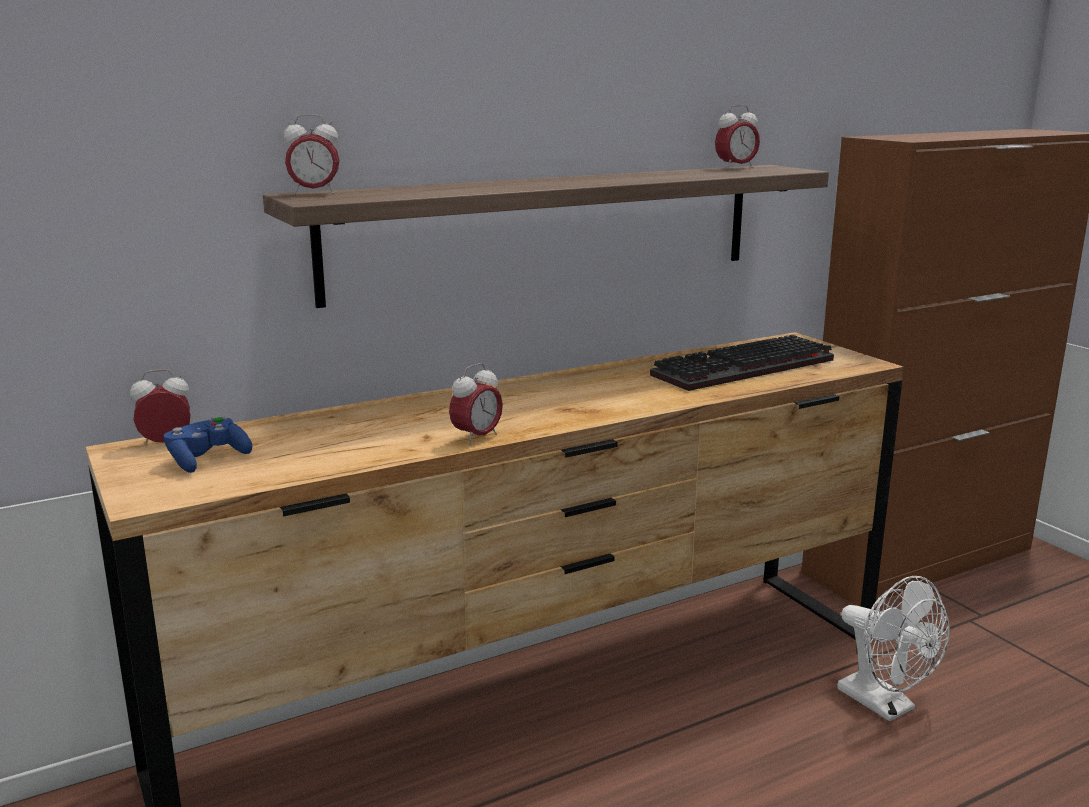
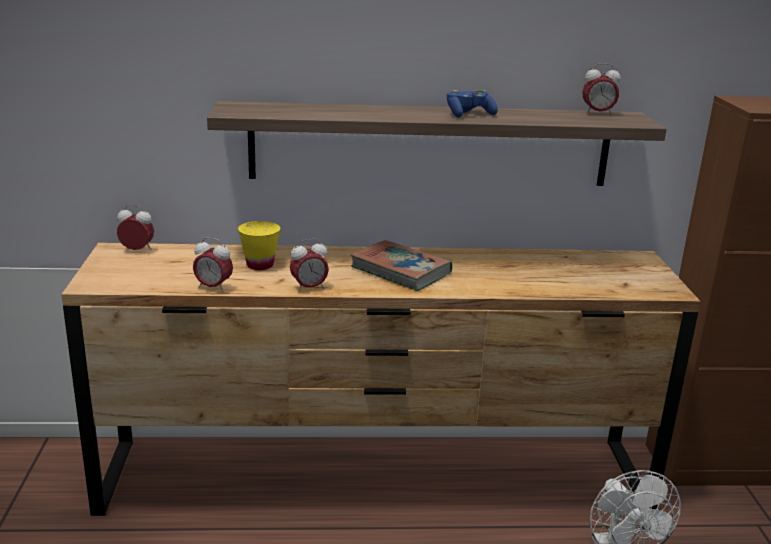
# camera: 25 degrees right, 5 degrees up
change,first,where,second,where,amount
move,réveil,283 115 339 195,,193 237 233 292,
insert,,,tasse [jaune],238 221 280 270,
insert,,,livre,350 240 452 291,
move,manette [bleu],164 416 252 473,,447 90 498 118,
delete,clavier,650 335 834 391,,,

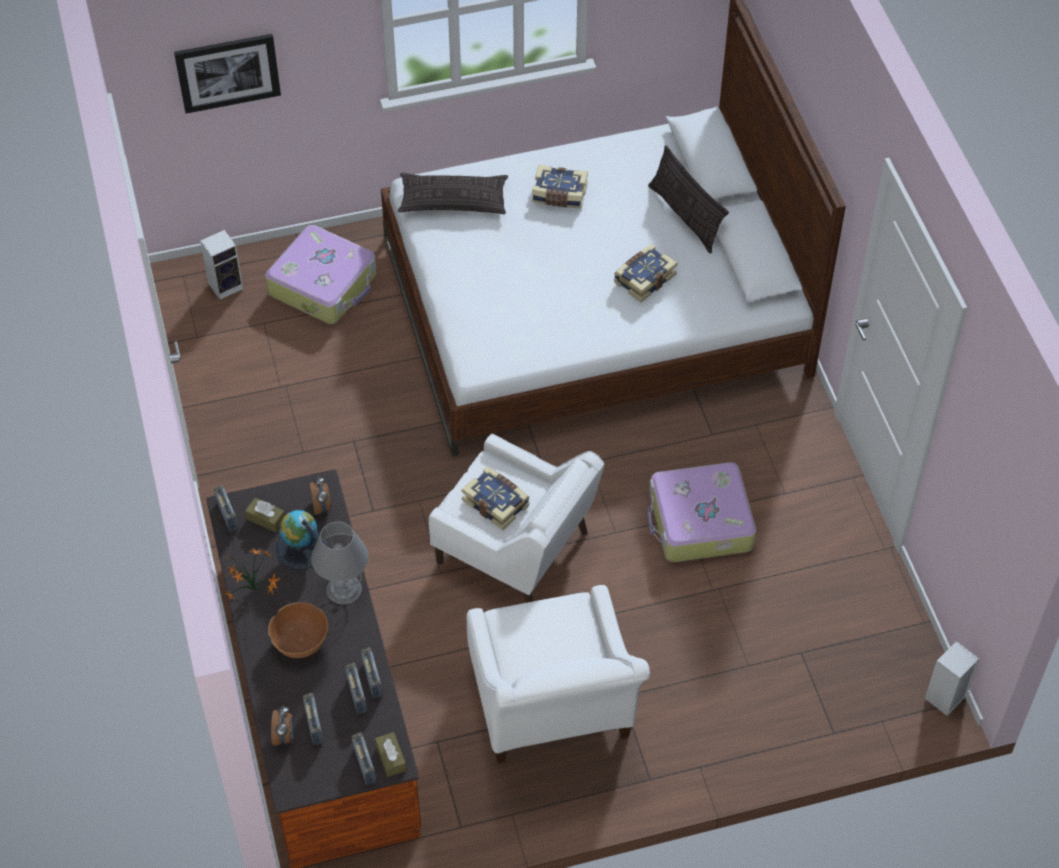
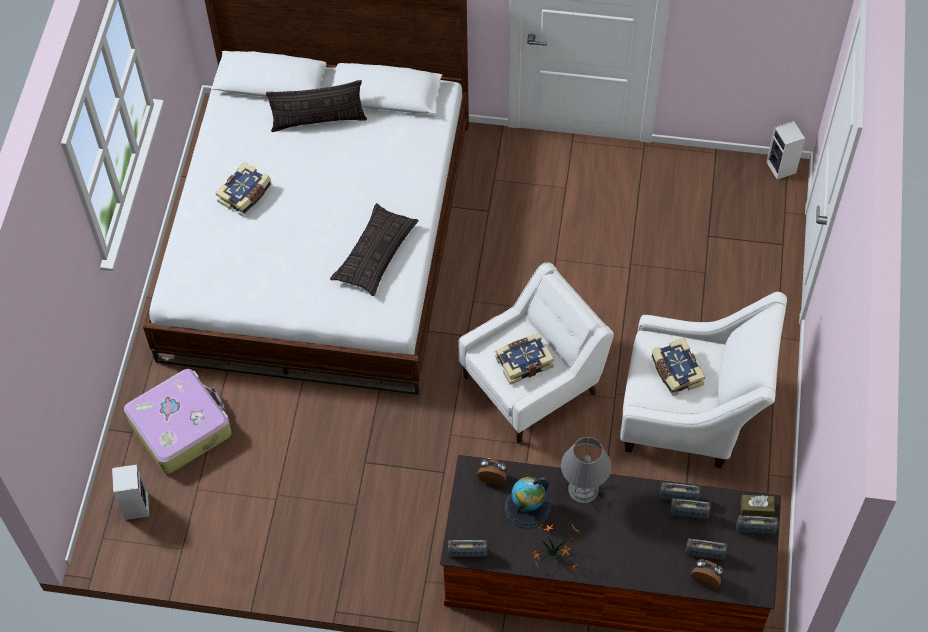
# camera: 65 degrees left, 5 degrees up
change,first,where,second,where,amount
move,coussin,398 173 508 214,,330 203 419 296,
move,livre,614 244 677 303,,651 338 705 396,
delete,tableau,174 34 281 114,,,
delete,boîte à mouchoirs [marron],245 498 285 532,,,
delete,bol [marron],268 602 328 658,,,
delete,valise,648 462 756 562,,,

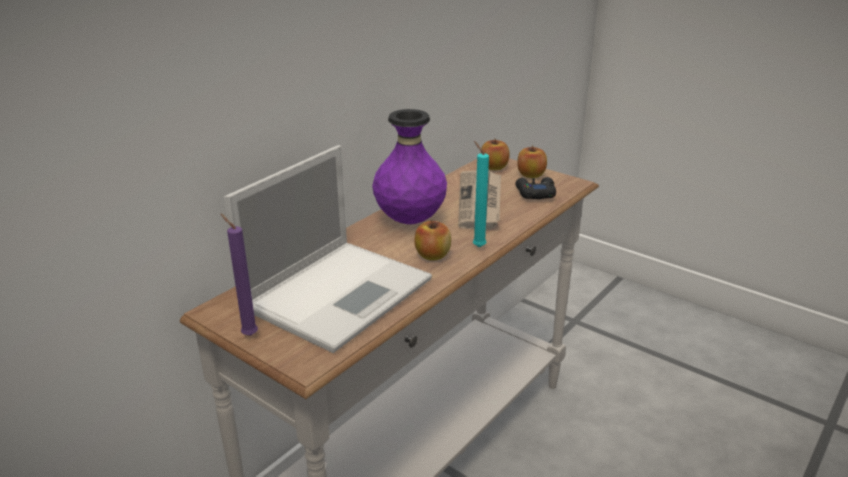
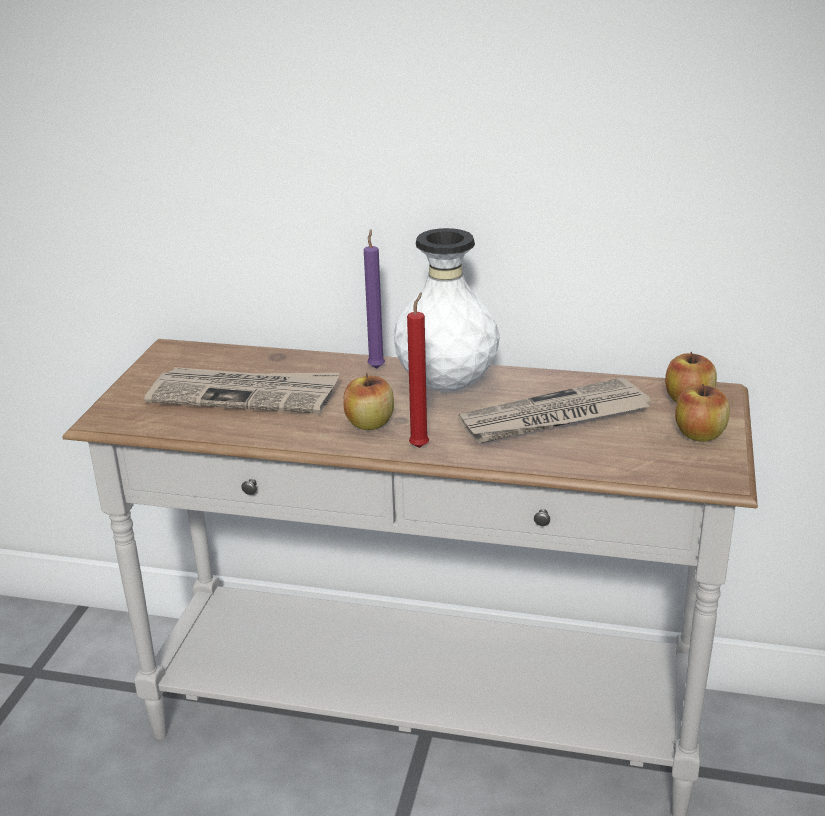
# camera: 65 degrees right, 0 degrees up
change,first,where,second,where,amount
replace,ordinateur portable,224 145 432 353,journal,144 367 340 414,
move,bougie [violet],220 214 258 336,,364 229 385 369,
recolor,vase [violet],372 109 447 224,vase [blanc],393 228 500 392,
recolor,bougie [turquoise],473 141 489 247,bougie [rouge],407 292 429 448,
delete,manette [noir],515 177 556 199,,,

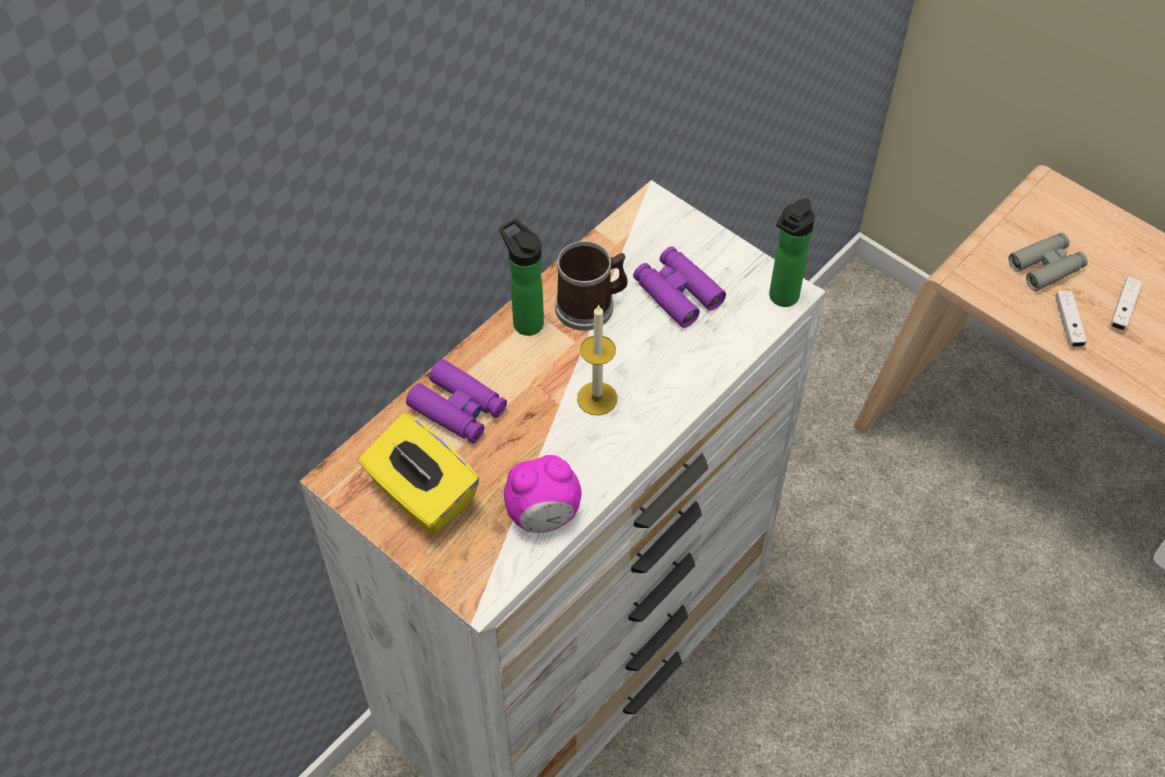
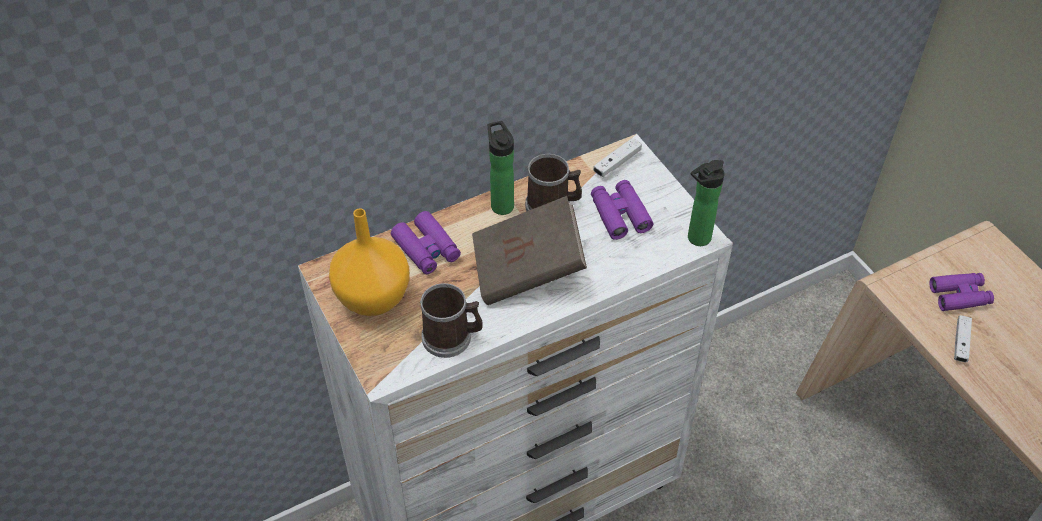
# camera: 20 degrees right, 5 degrees down
change,first,where,second,where,amount
replace,boîte à mouchoirs [jaune],359 413 480 534,vase [orange],329 208 410 316,
replace,réveil,504 455 582 533,mug,420 283 483 358,
replace,bougie,577 304 617 416,livre [marron],472 196 587 305,
move,manette [blanc],1110 276 1142 331,,593 138 642 177,
recolor,jumelles [gris],1008 233 1088 291,jumelles [violet],929 273 994 311,

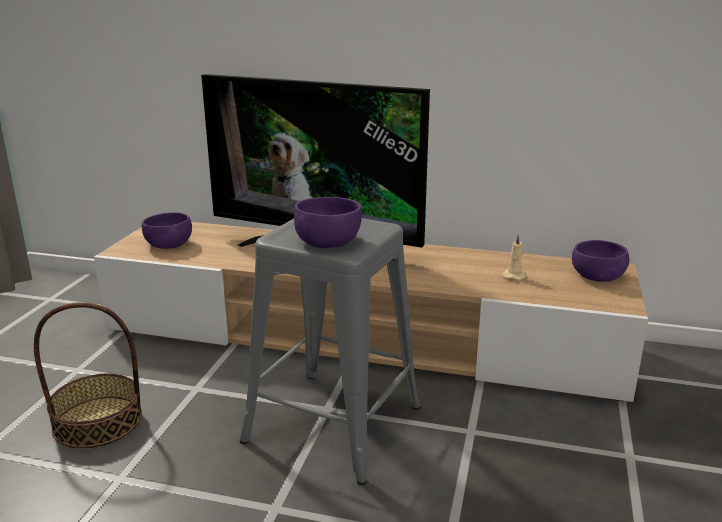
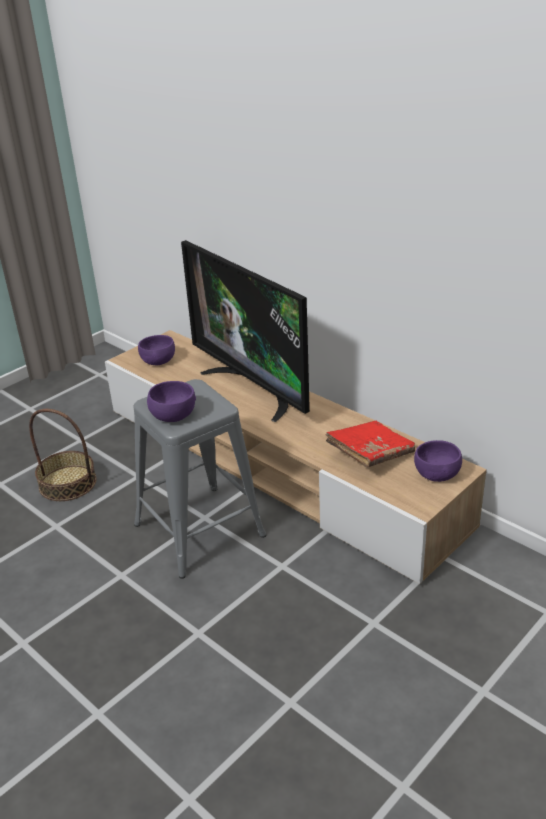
# camera: 30 degrees right, 10 degrees up
change,first,where,second,where,amount
replace,bougie [beige],502 234 526 280,livre [rouge],326 421 415 467,

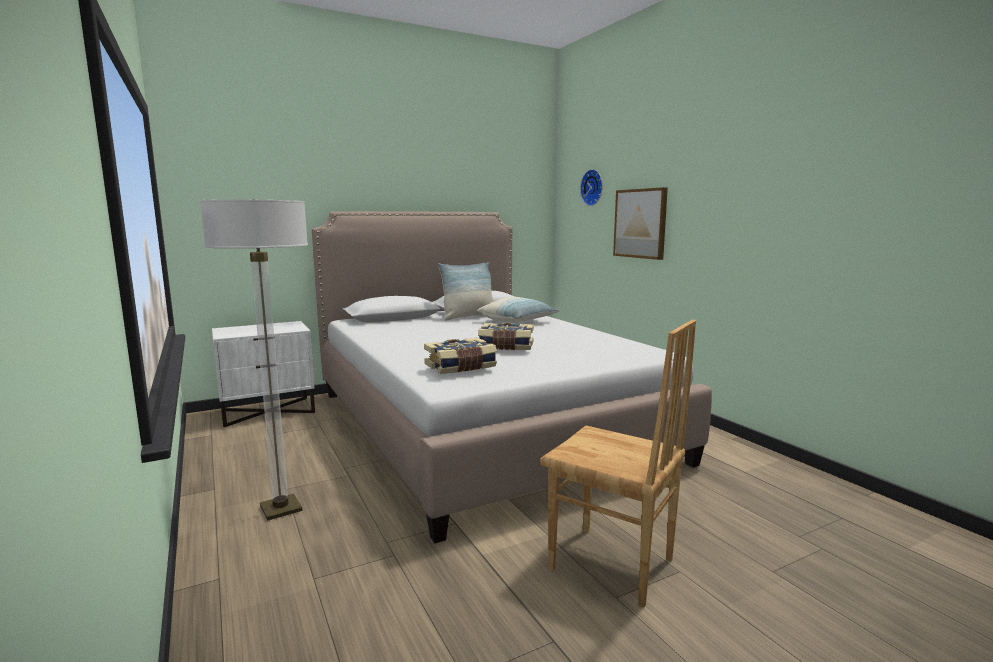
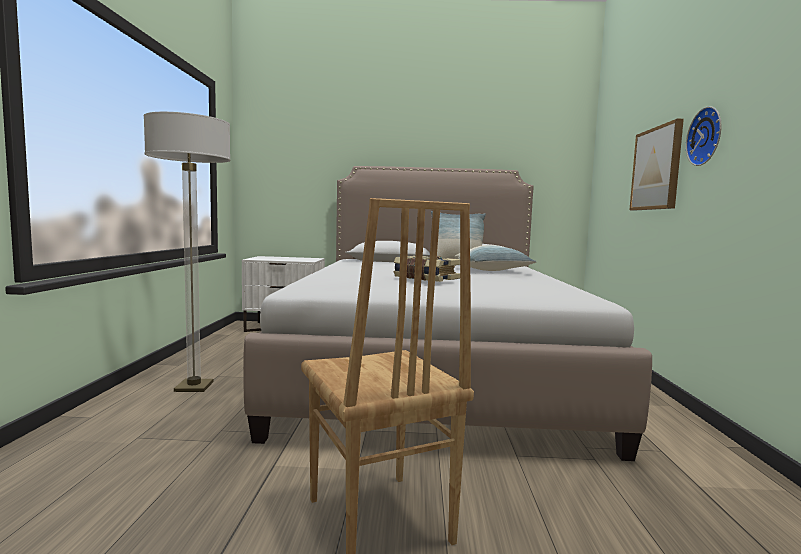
# camera: 30 degrees right, 5 degrees down
change,first,where,second,where,amount
move,horloge murale,580 169 603 206,,686 106 721 166,
delete,livre,424 337 497 374,,,

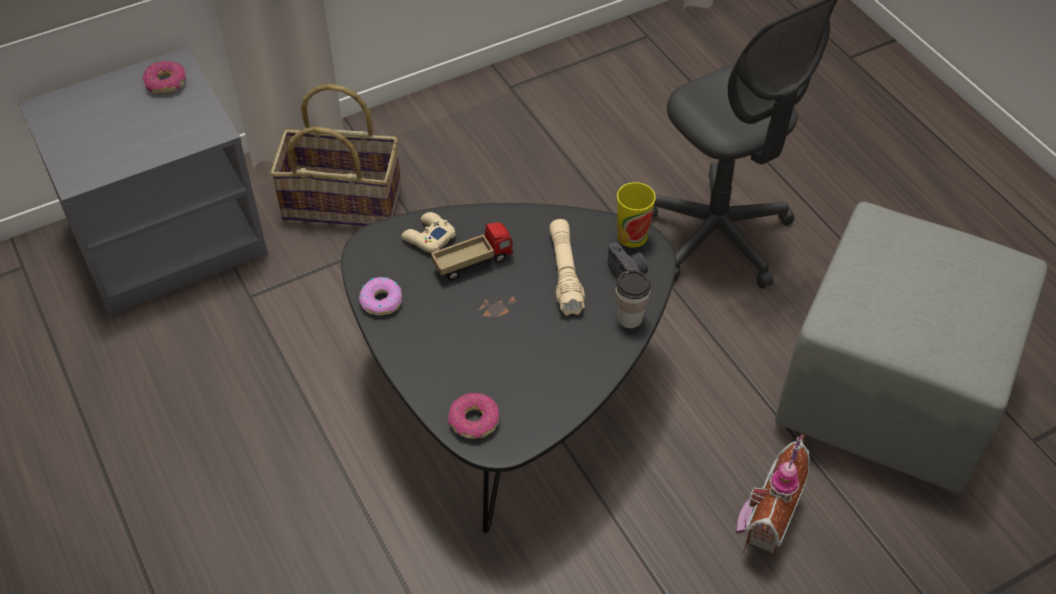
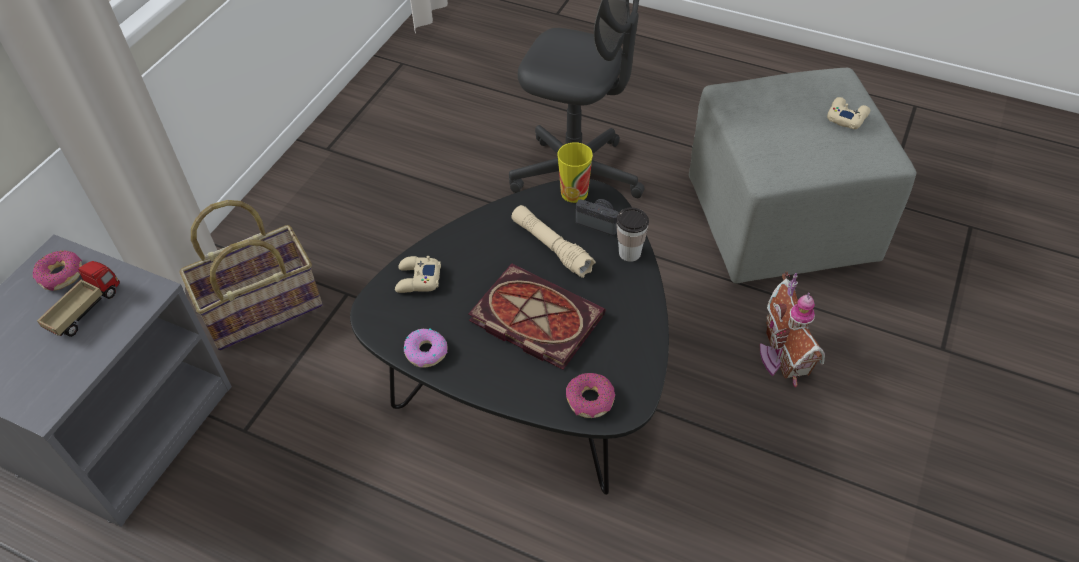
# camera: 35 degrees left, 0 degrees up
change,first,where,second,where,amount
move,camion jouet,431 222 513 281,,37 261 120 337,
insert,,,livre,468 264 605 370,
insert,,,manette [beige],827 97 870 129,

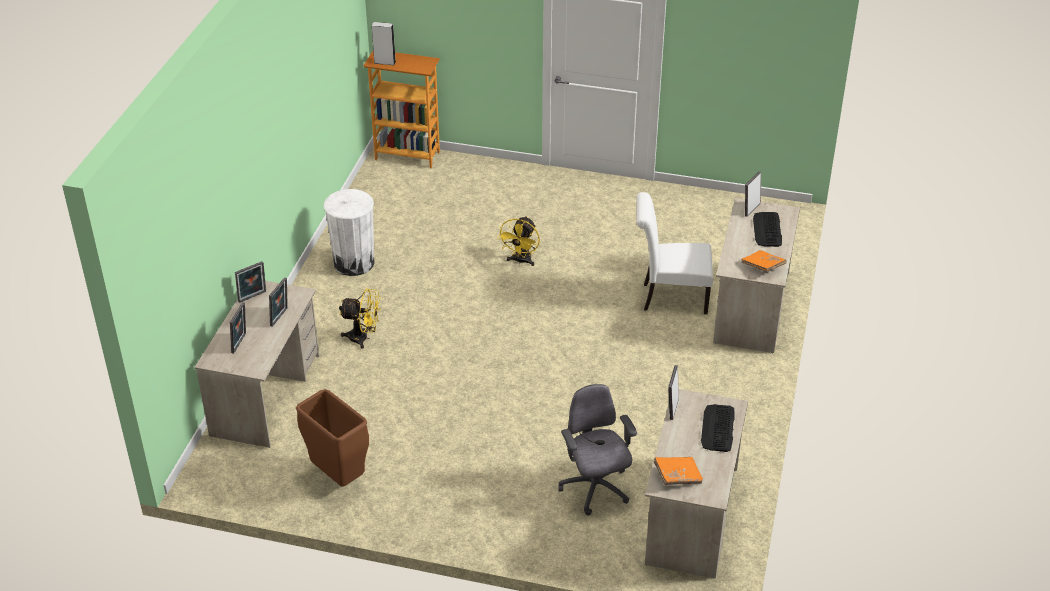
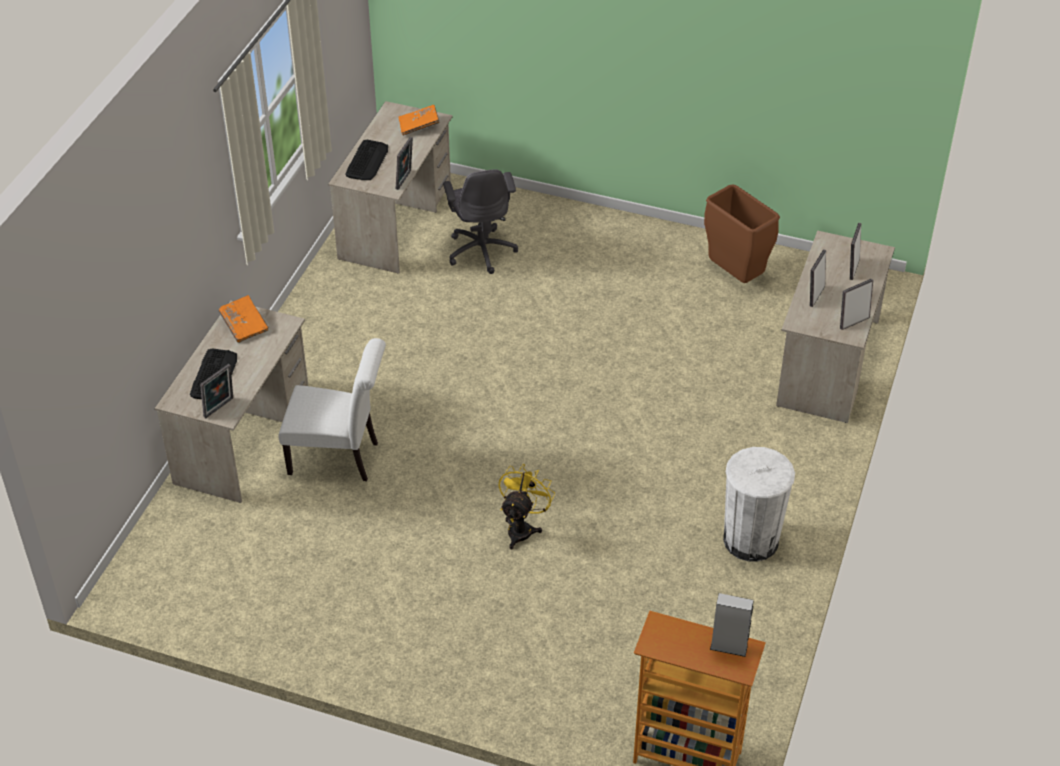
# camera: 175 degrees left, 5 degrees up
change,first,where,second,where,amount
delete,ventilateur [jaune],339 288 381 349,,,

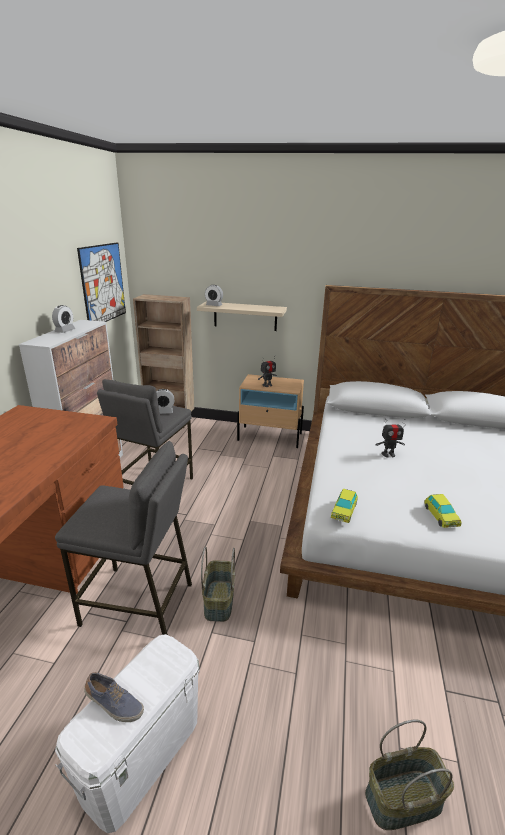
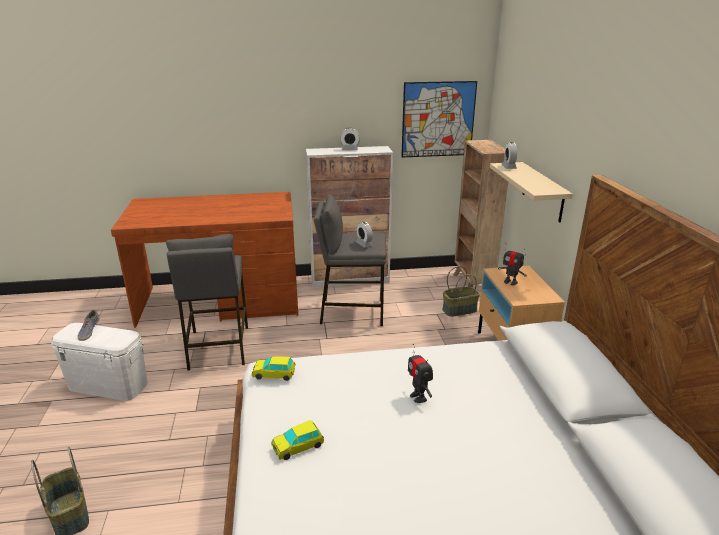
# camera: 70 degrees right, 0 degrees up
change,first,where,second,where,amount
move,panier,201 546 235 622,,442 266 480 317,

